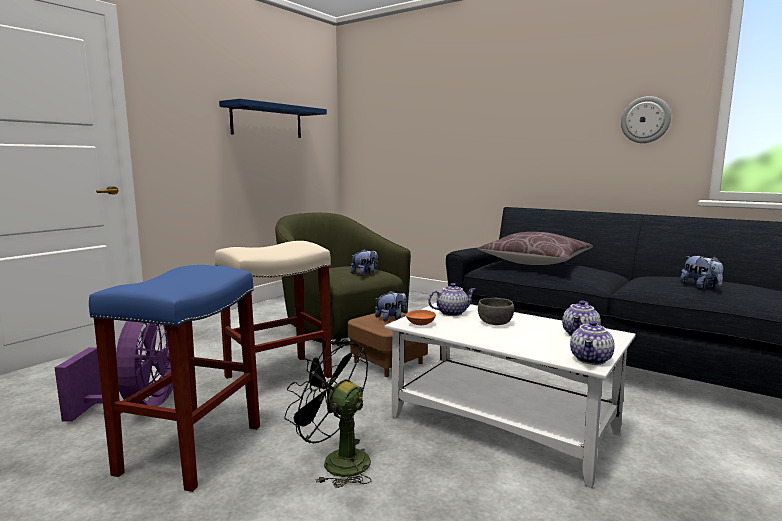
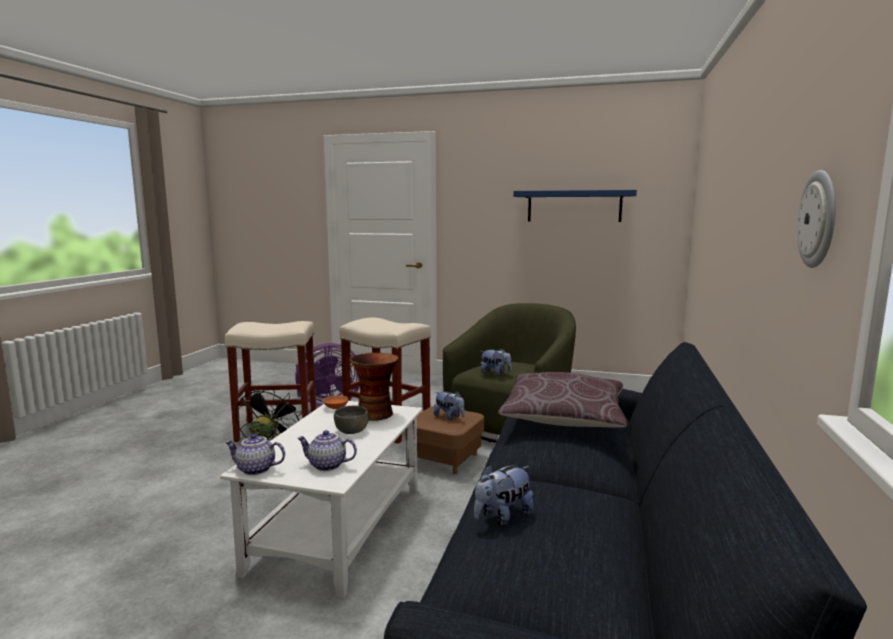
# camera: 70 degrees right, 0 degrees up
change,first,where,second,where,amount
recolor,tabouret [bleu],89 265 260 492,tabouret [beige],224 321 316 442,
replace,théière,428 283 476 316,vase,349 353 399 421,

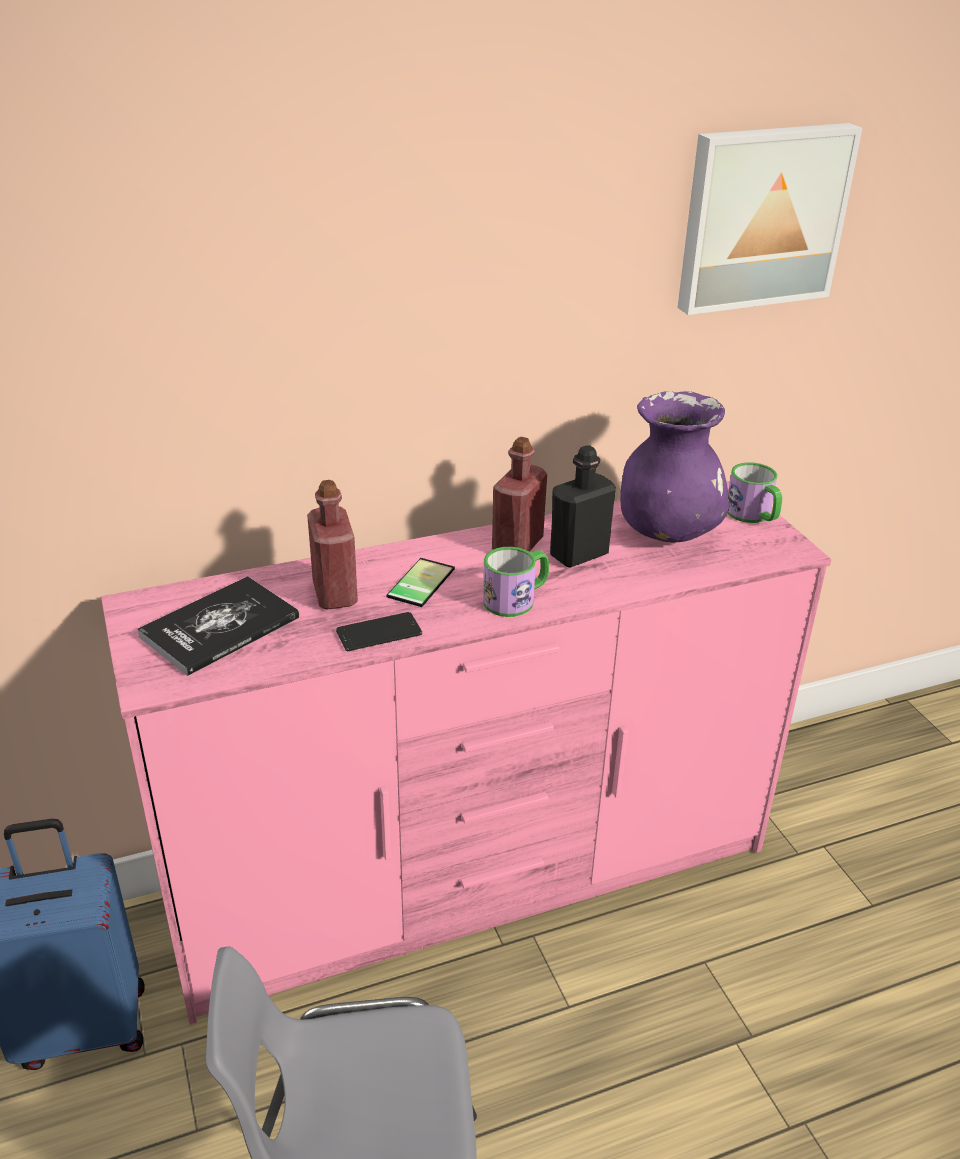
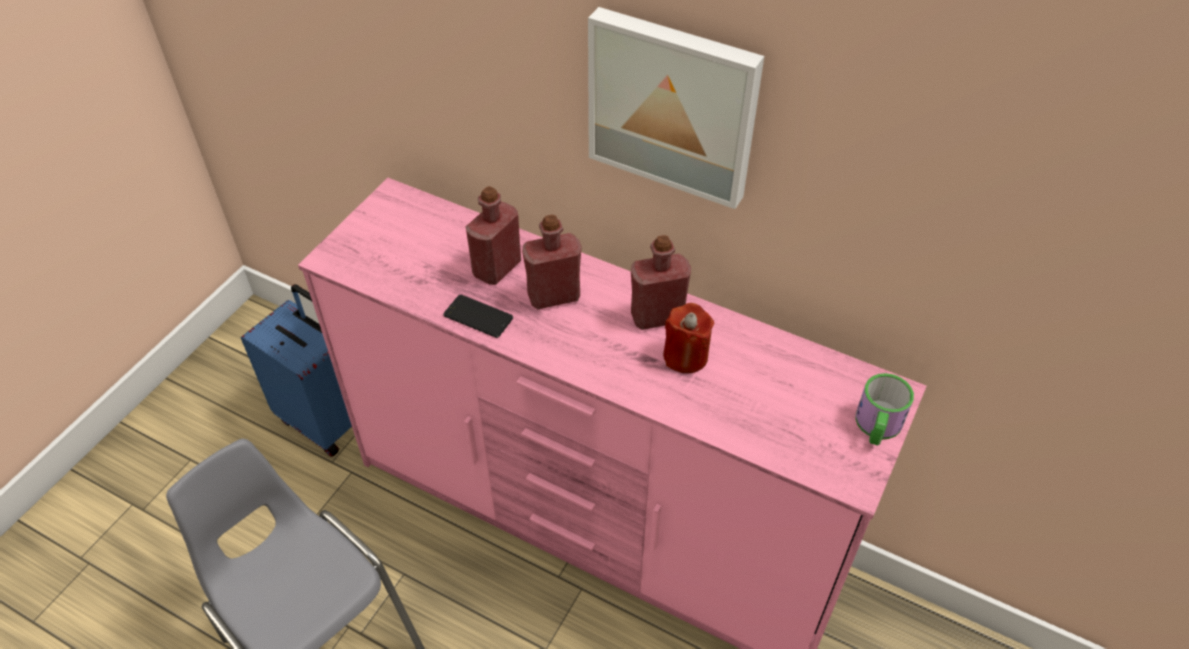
# camera: 50 degrees right, 15 degrees up
change,first,where,second,where,amount
replace,téléphone,386 558 455 607,bouteille [rouge],522 215 582 310,
move,tableau,677 123 862 315,,588 7 764 209,
replace,bouteille [noir],550 445 616 568,bougie [rouge],663 303 714 373,
delete,livre,137 576 299 676,,,
delete,mug,483 547 549 617,,,
delete,vase [violet],621 391 729 542,,,

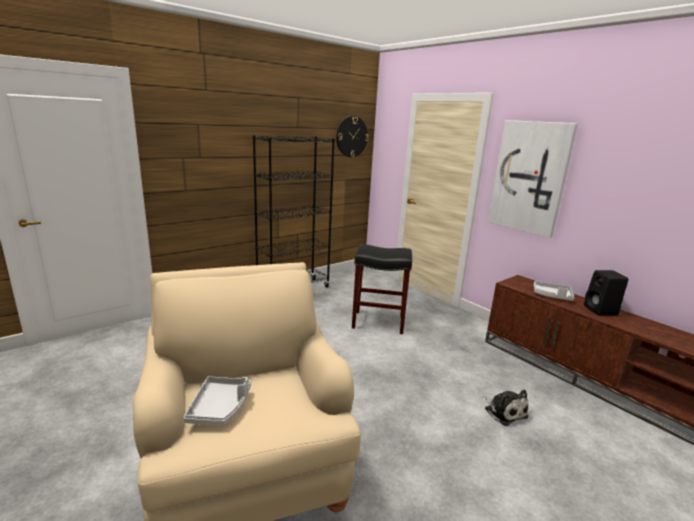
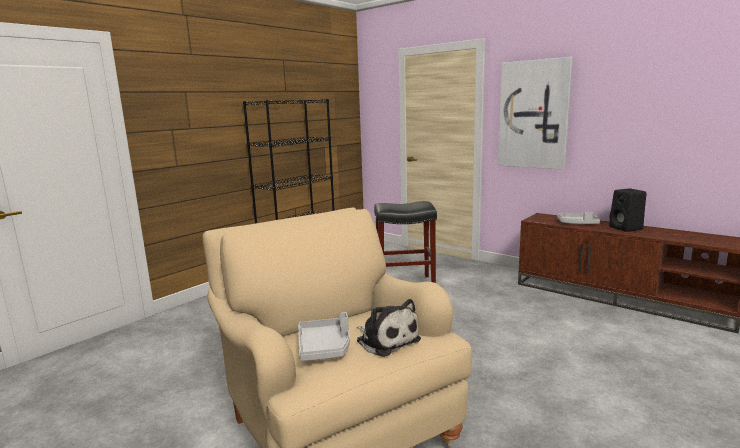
# camera: 10 degrees left, 5 degrees down
change,first,where,second,where,amount
move,peluche,482 390 529 426,,357 299 421 357,
delete,horloge murale,336 116 368 157,,,

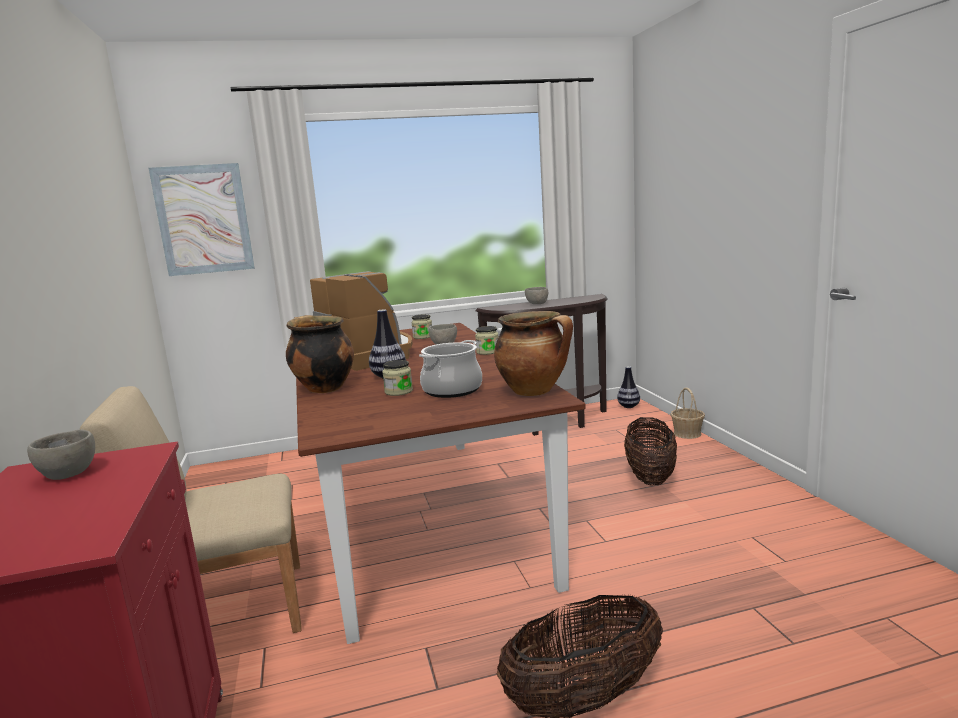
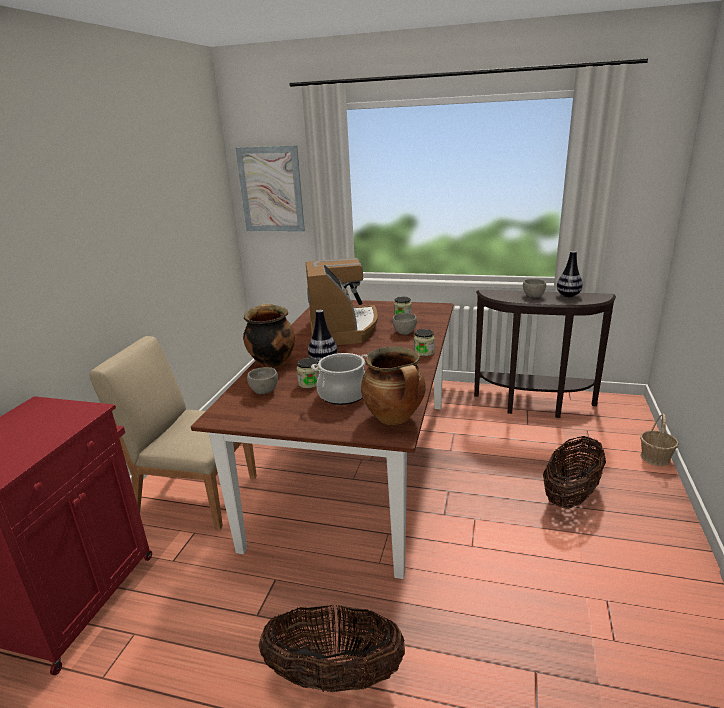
# camera: 30 degrees right, 10 degrees up
change,first,where,second,where,amount
move,bol [gris],27 430 95 480,,247 367 278 394,
move,vase,617 366 640 408,,557 251 583 297,

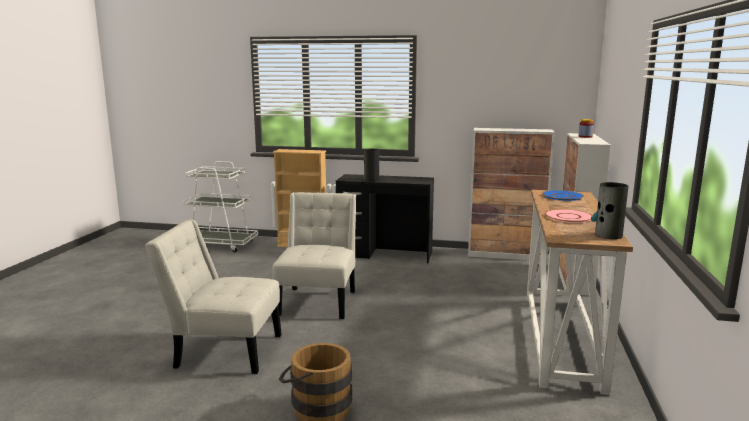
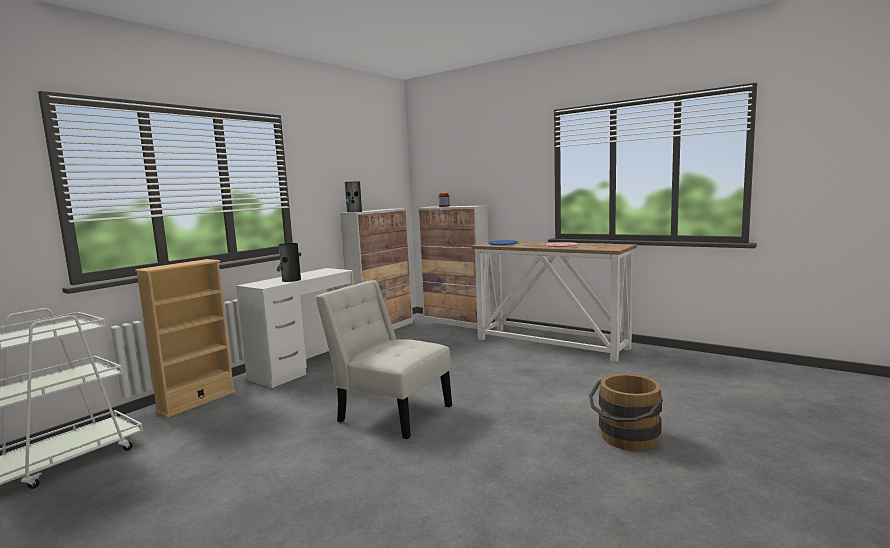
# camera: 65 degrees left, 5 degrees down
change,first,where,second,where,amount
recolor,bureau [noir],336 174 434 263,bureau [blanc],236 268 354 388,
move,vase,591 182 628 239,,345 181 362 213,
delete,chaise [blanc],145 219 282 374,,,

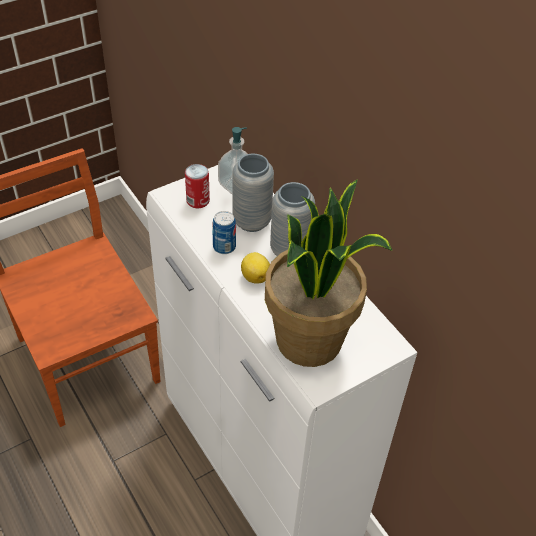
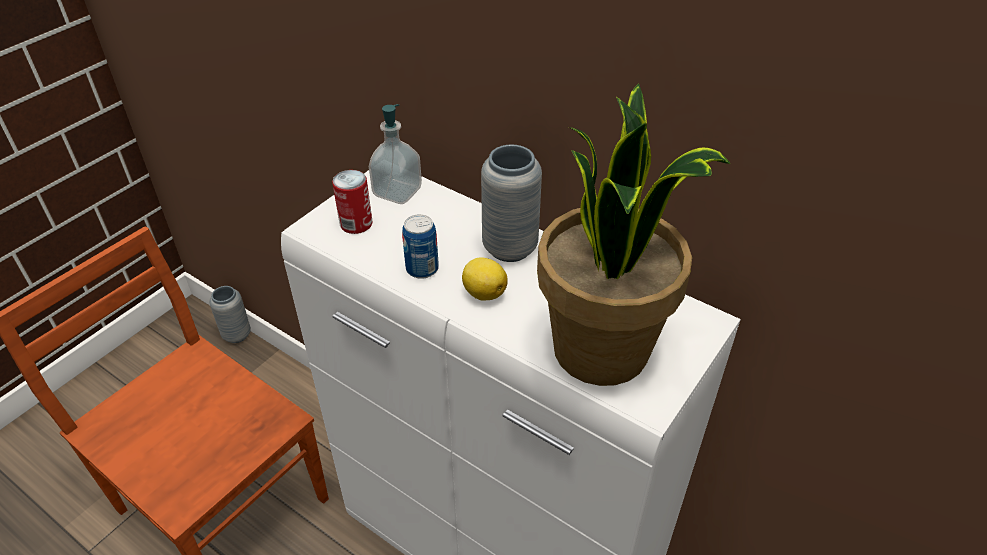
# camera: 20 degrees left, 5 degrees down
change,first,where,second,where,amount
move,vase [gris],232 154 274 232,,209 286 251 343,

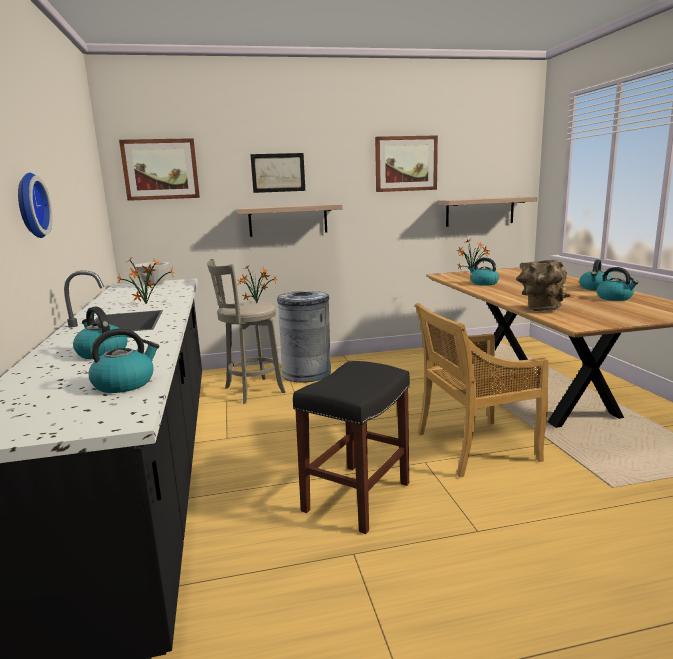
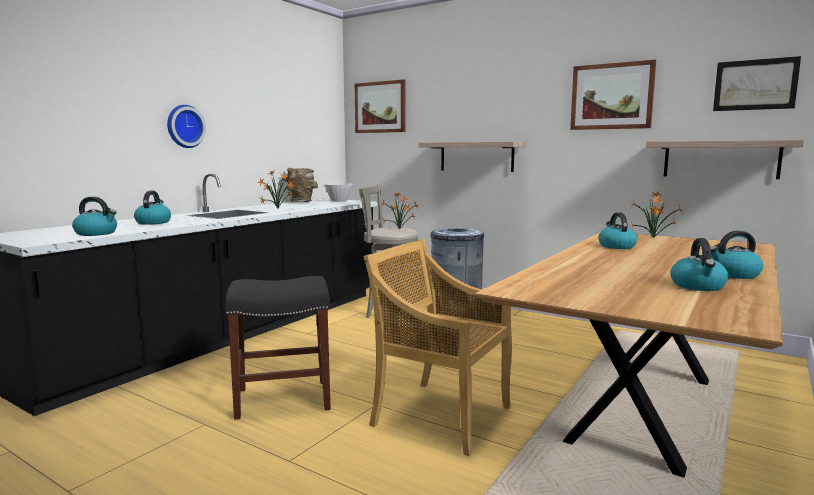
# camera: 45 degrees right, 5 degrees down
change,first,where,second,where,amount
move,vase [marron],516 260 571 311,,282 168 318 202,
move,tableau,250 153 305 193,,713 56 801 111,

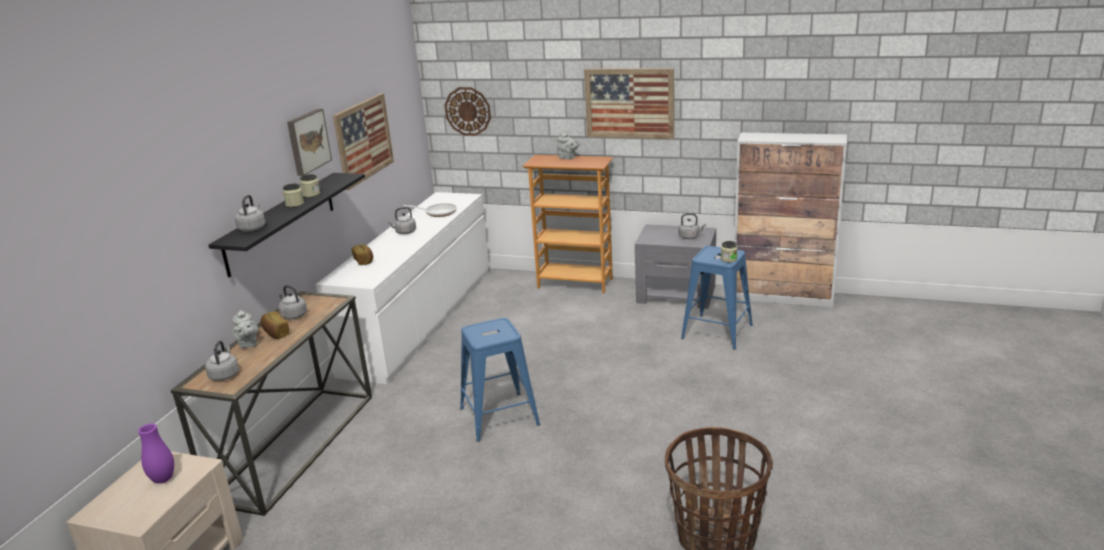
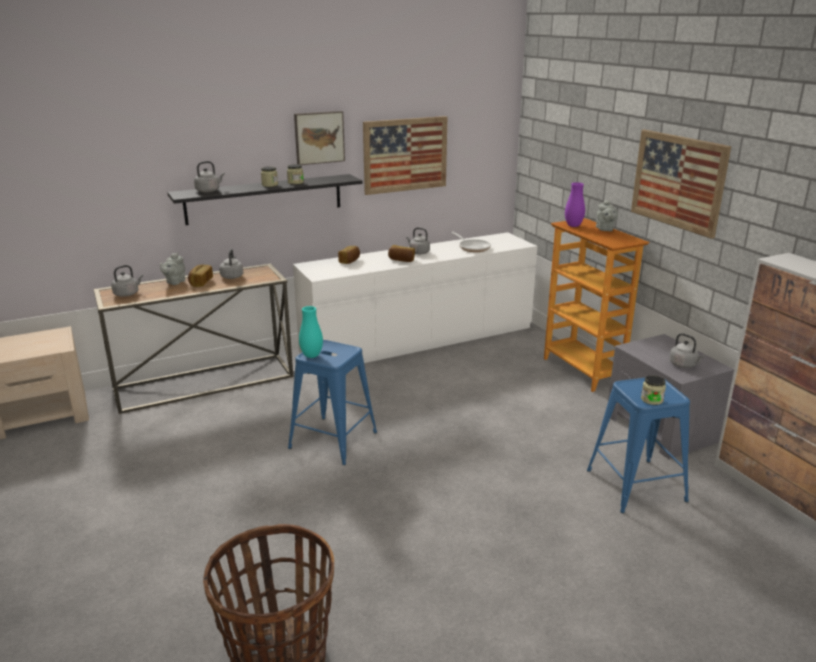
# camera: 45 degrees right, 0 degrees up
change,first,where,second,where,amount
insert,,,vase [turquoise],299 306 323 358,
insert,,,pain,388 245 415 262,
move,vase [violet],138 424 174 484,,565 182 585 227,
delete,horloge murale,445 87 491 136,,,

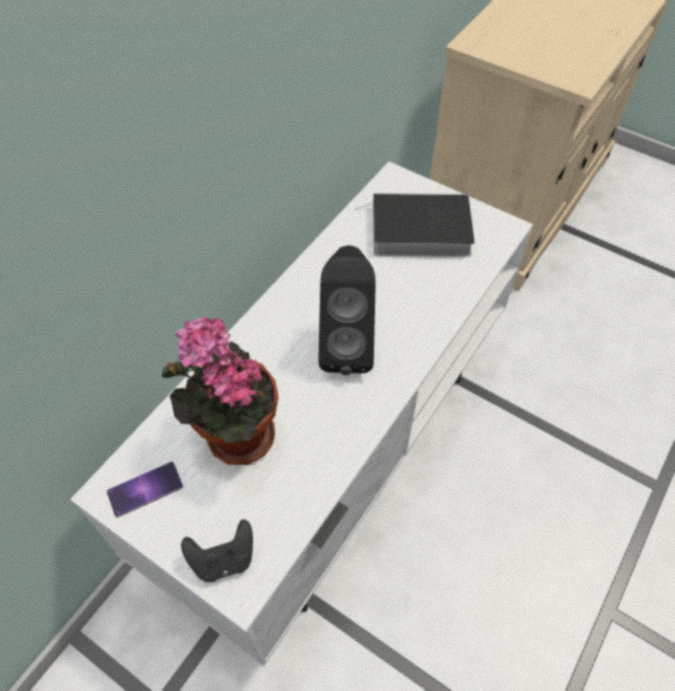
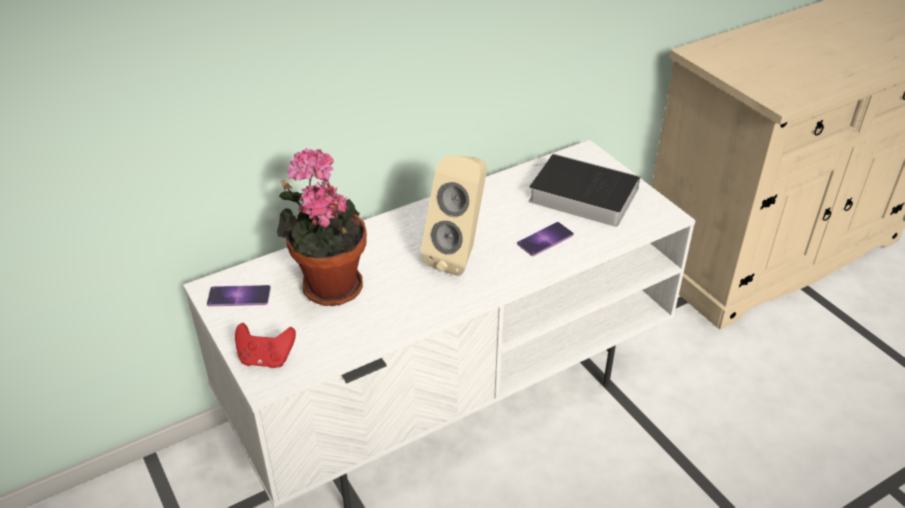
# camera: 25 degrees right, 15 degrees down
change,first,where,second,where,amount
recolor,manette [noir],181 519 253 582,manette [rouge],235 323 296 368,
recolor,enceinte [noir],318 245 376 375,enceinte [beige],421 155 487 276,
insert,,,téléphone,517 222 574 256,

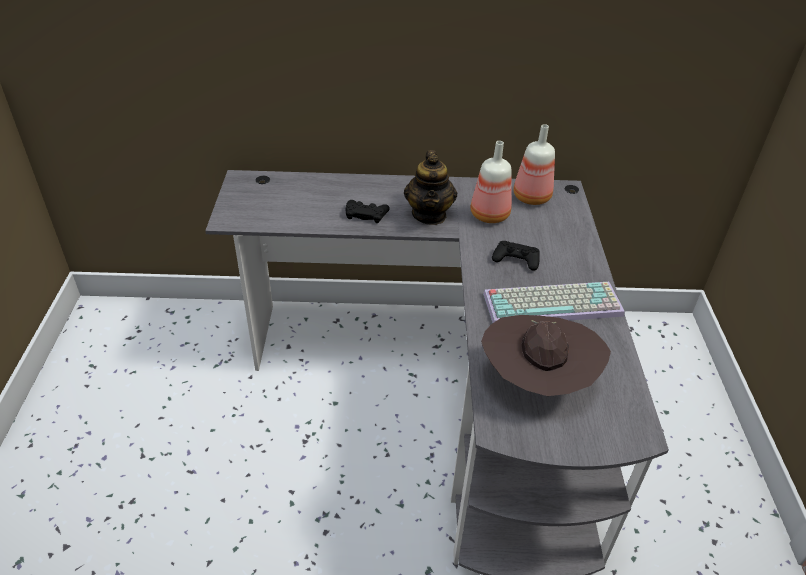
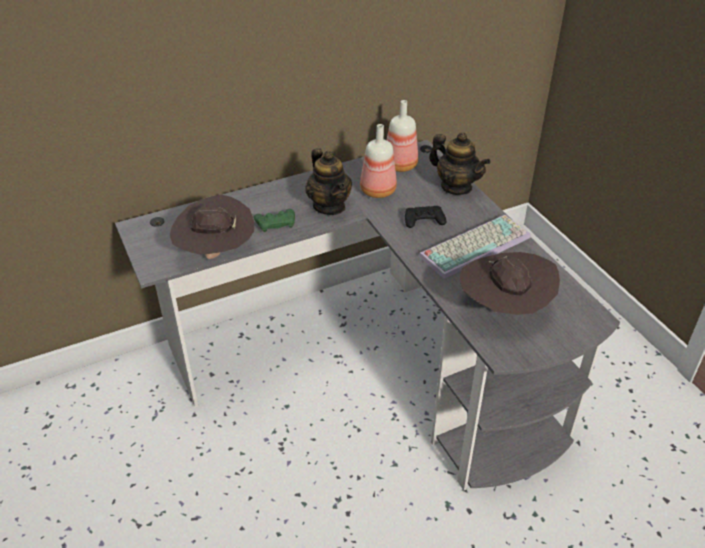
# camera: 25 degrees left, 0 degrees up
change,first,where,second,where,amount
insert,,,chapeau [marron],170 195 254 259,
recolor,manette [noir],345 200 390 223,manette [vert],254 209 295 232,
insert,,,théière,429 133 491 195,

